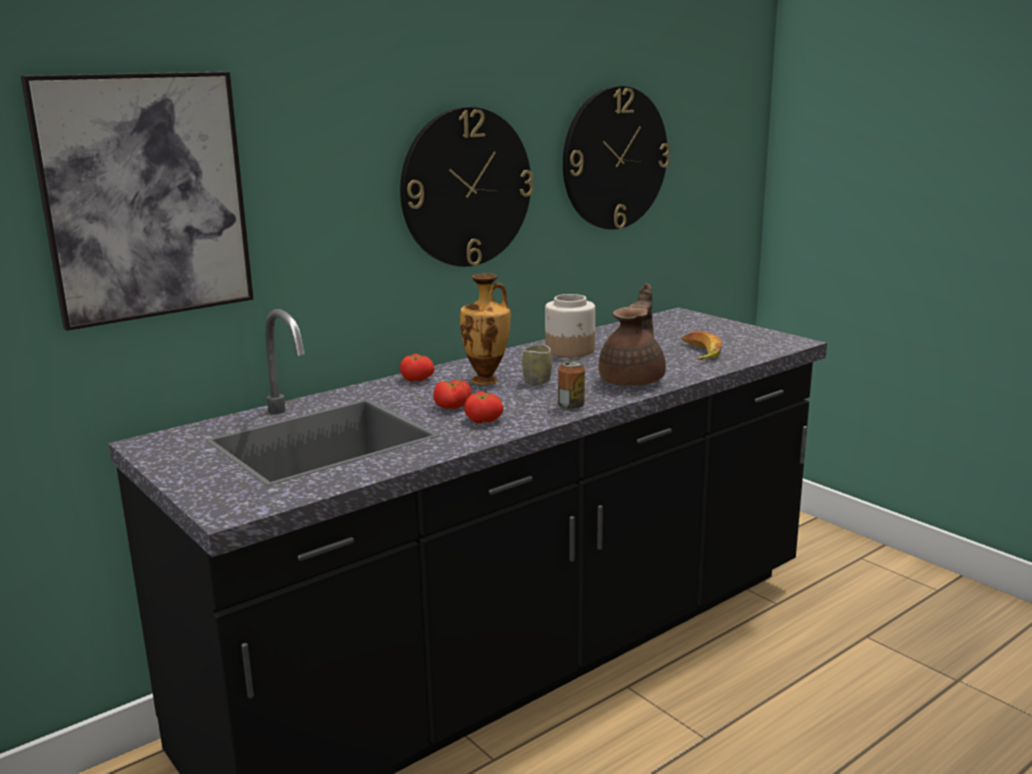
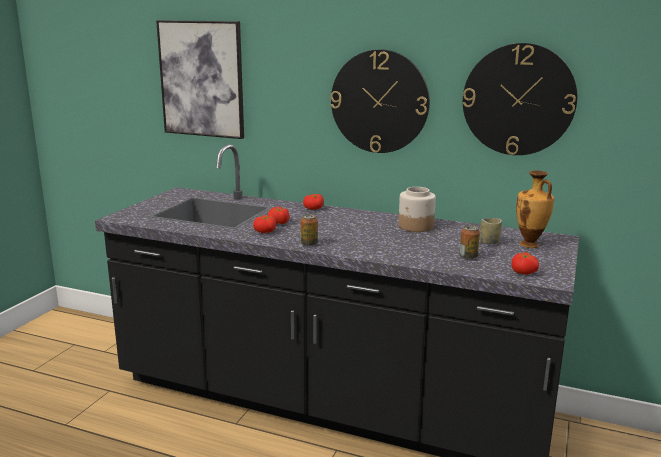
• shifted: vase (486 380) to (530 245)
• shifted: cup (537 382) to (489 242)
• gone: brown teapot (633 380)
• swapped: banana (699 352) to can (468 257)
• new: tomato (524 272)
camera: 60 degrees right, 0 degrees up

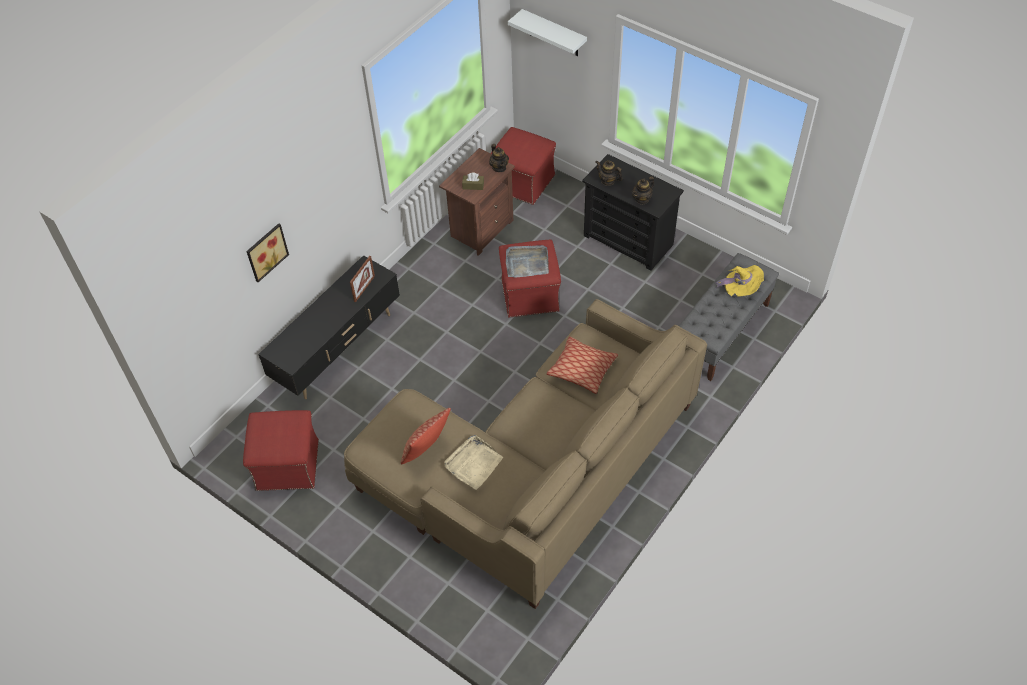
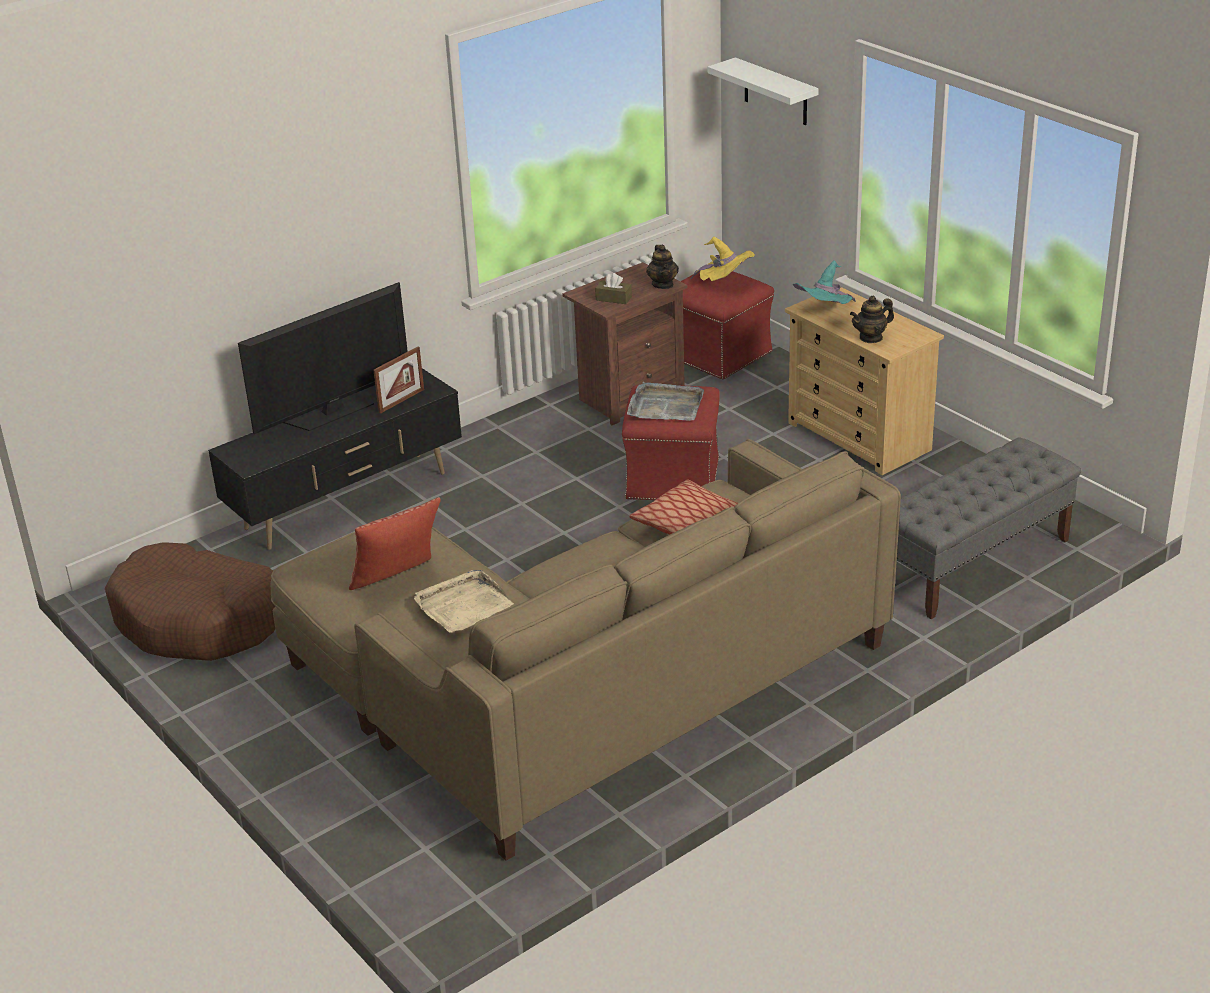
• swapped: red ottoman (286 465) to brown dog bed (201 620)
• gone: picture (265 251)
• repainted: black dresser (628 240) to beige dresser (859 436)
• swapped: teapot (607 181) to turquoise hat (825 313)
• shifted: yellow hat (740 289) to (725 283)
• new: television (333 411)
camera: 15 degrees right, 20 degrees down

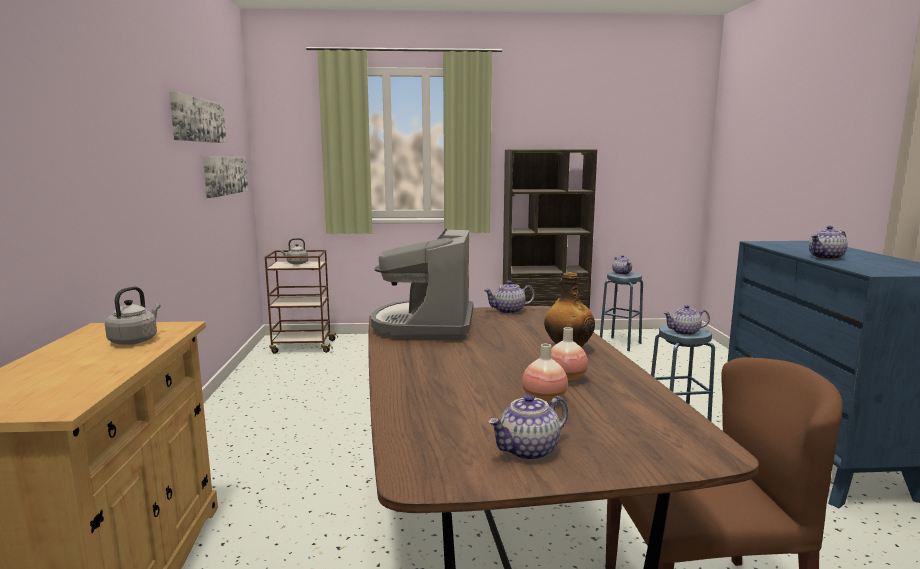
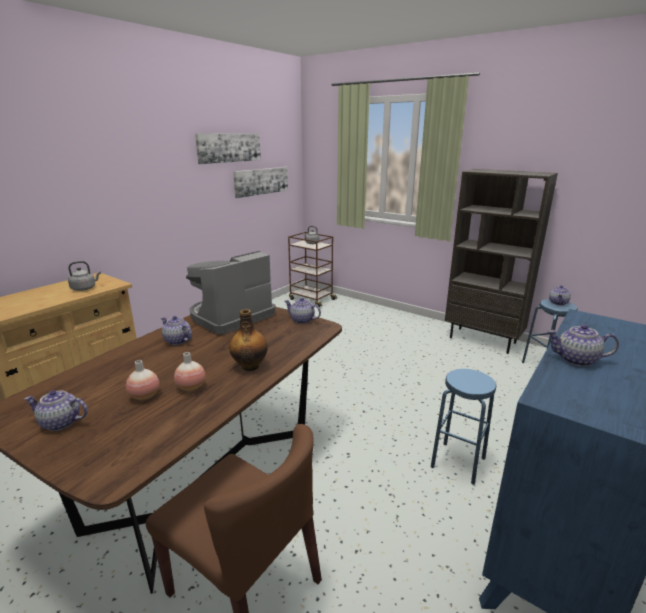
• shifted: teapot (685 332) to (177 341)
camera: 40 degrees right, 10 degrees up

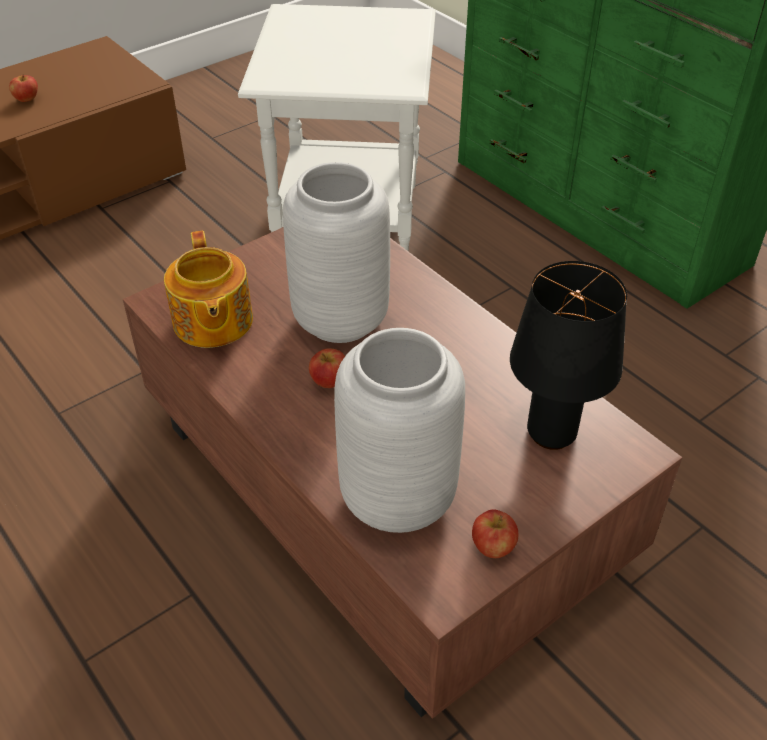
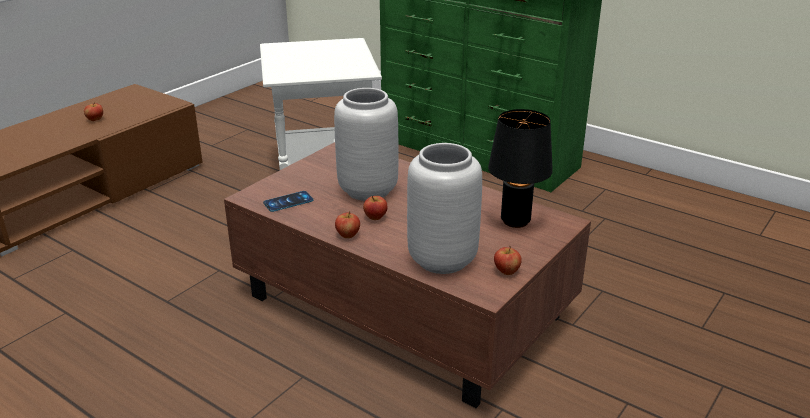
• swapped: teapot (212 322) to phone (288 202)
• new: apple (347 235)
camera: 15 degrees left, 15 degrees down

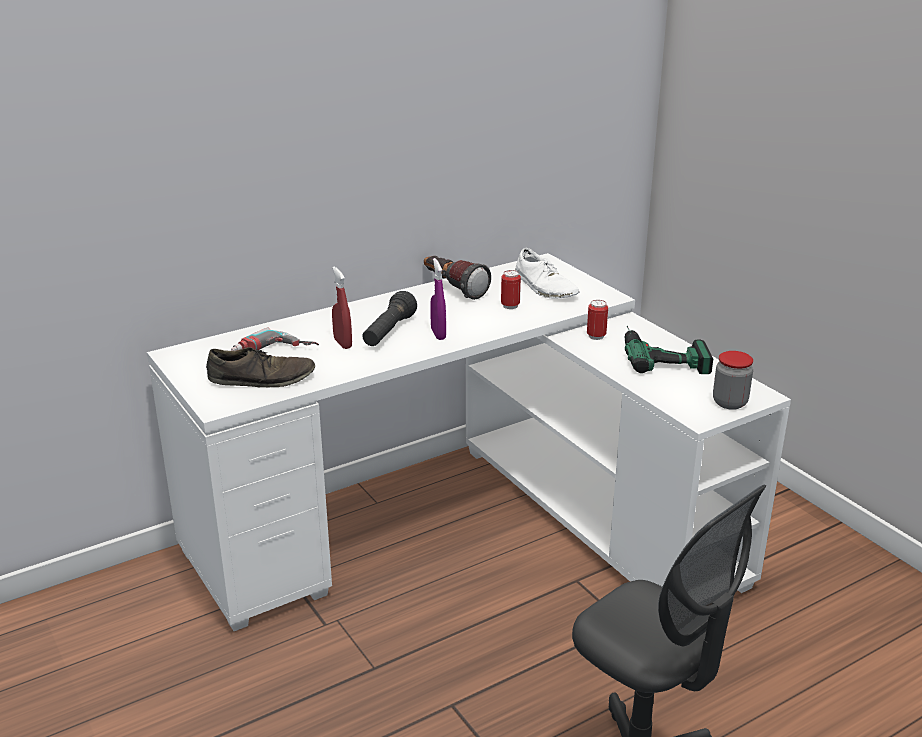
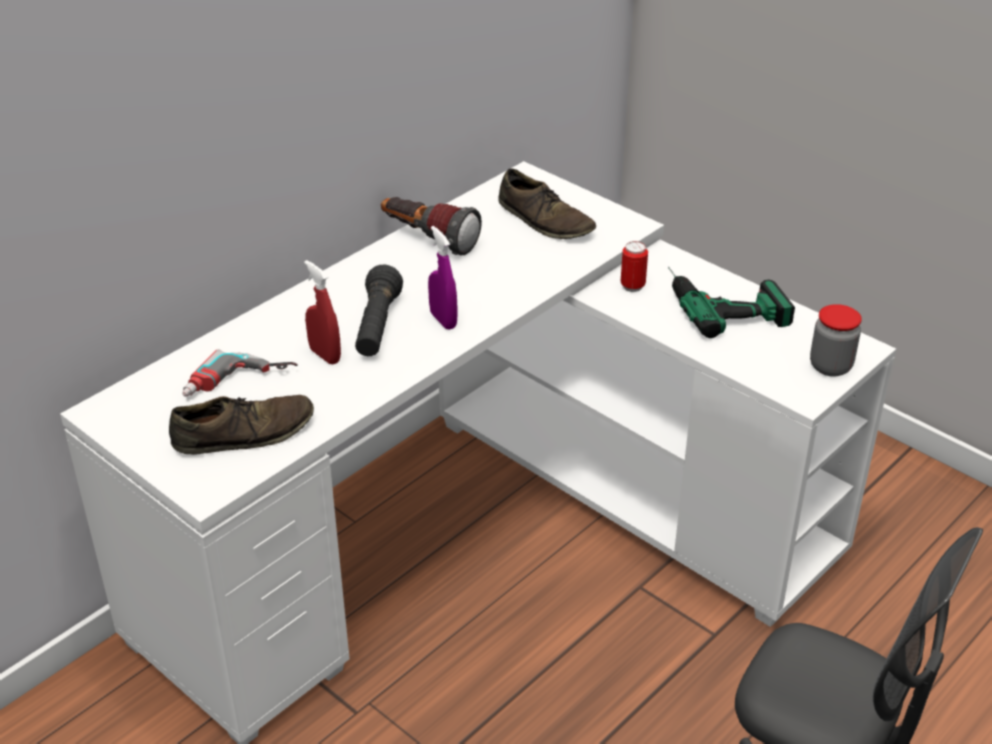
• gone: can (510 306)
• repainted: white shoe (545 287) to brown shoe (545 220)
camera: 15 degrees left, 10 degrees up

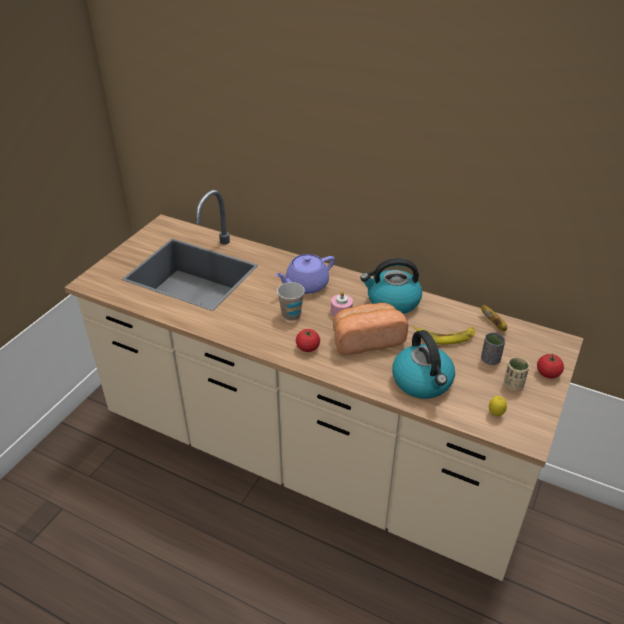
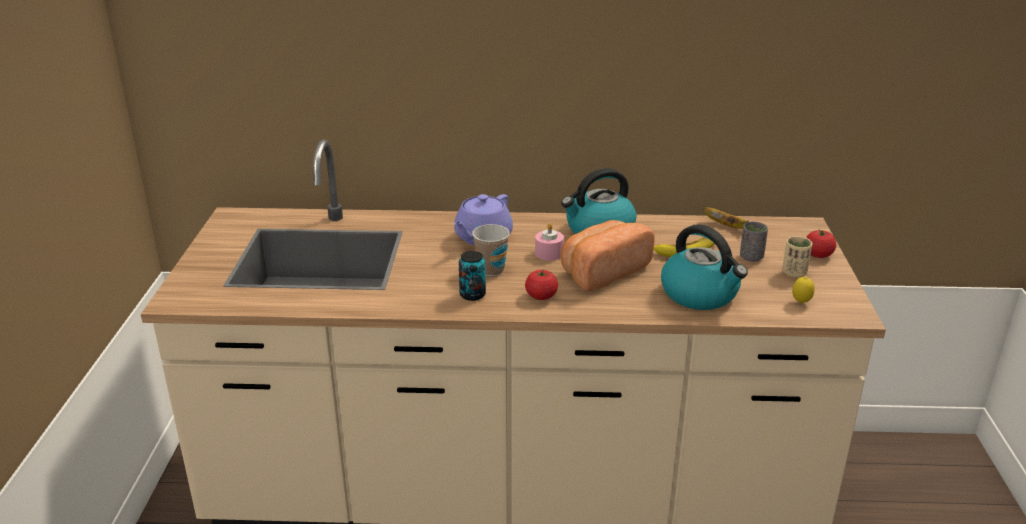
• new: can (472 295)
camera: 25 degrees left, 10 degrees down

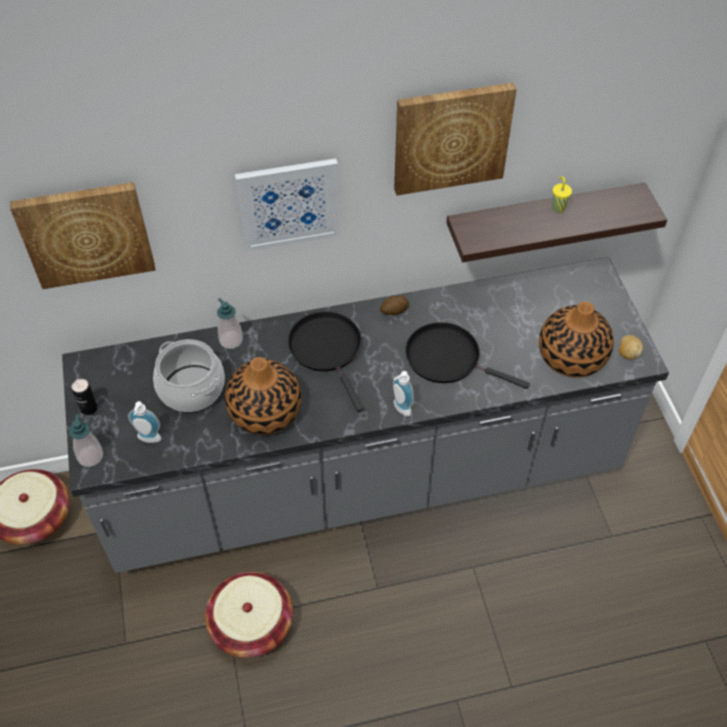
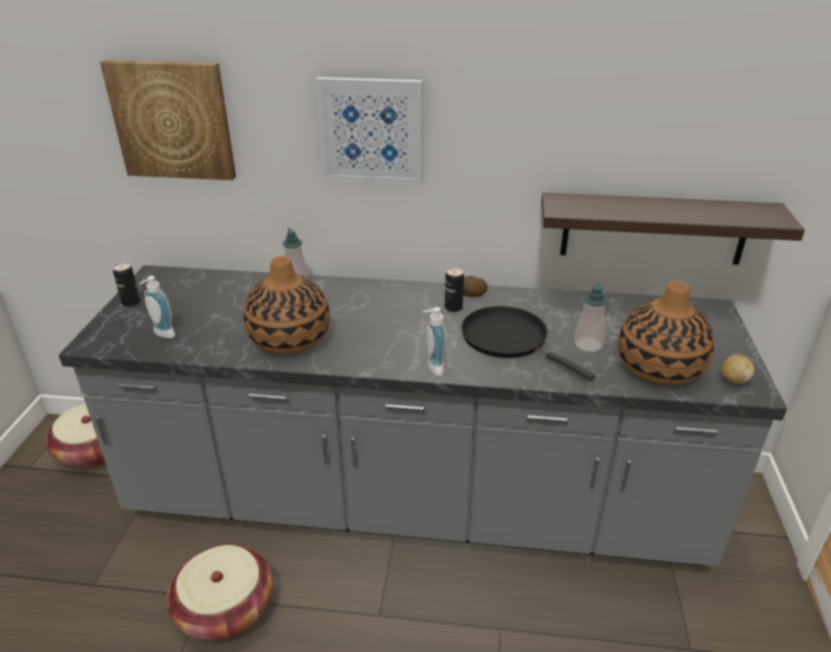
• shifted: soap dispenser (90 456) to (588 345)
• gone: cooking pot (191 388)
• gone: black frying pan (327 349)
• gone: picture (451 137)
• gone: yellow cup (557 208)
• new: can (453 308)
camera: 20 degrees right, 20 degrees down

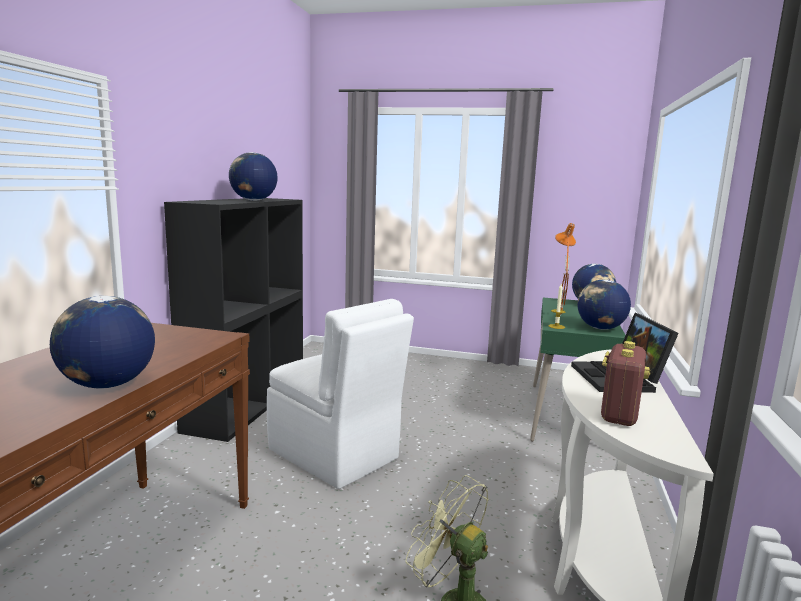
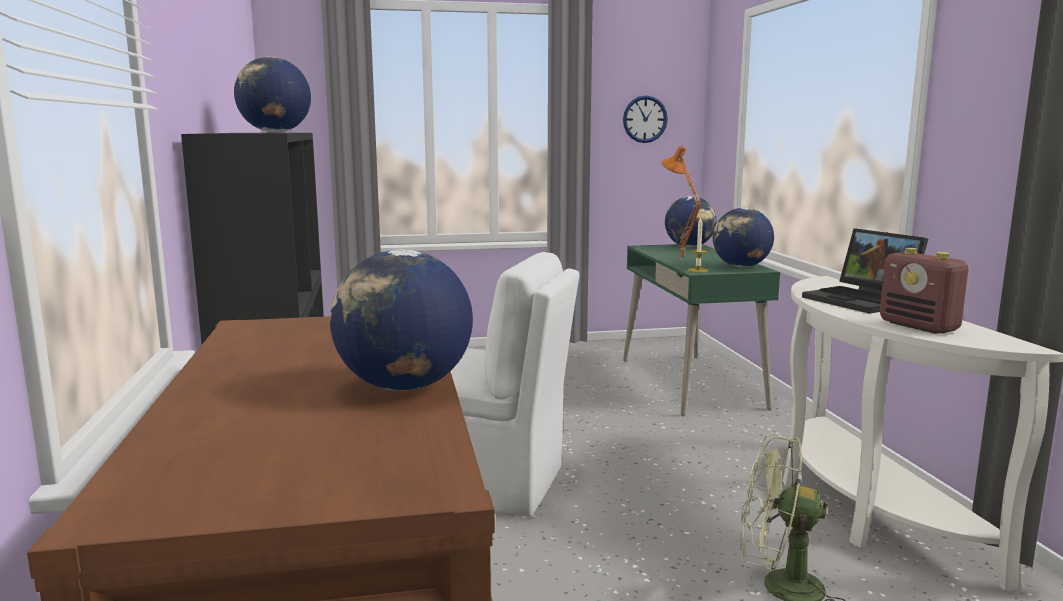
• rotated: radio (619 414) = (919 326) 150 degrees clockwise
• new: wall clock (645 119)
camera: 25 degrees left, 0 degrees up

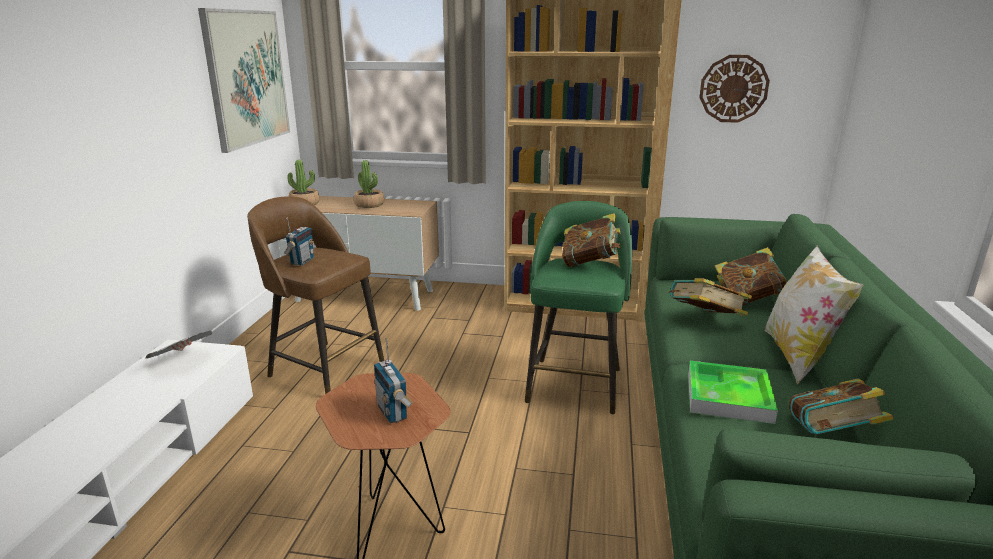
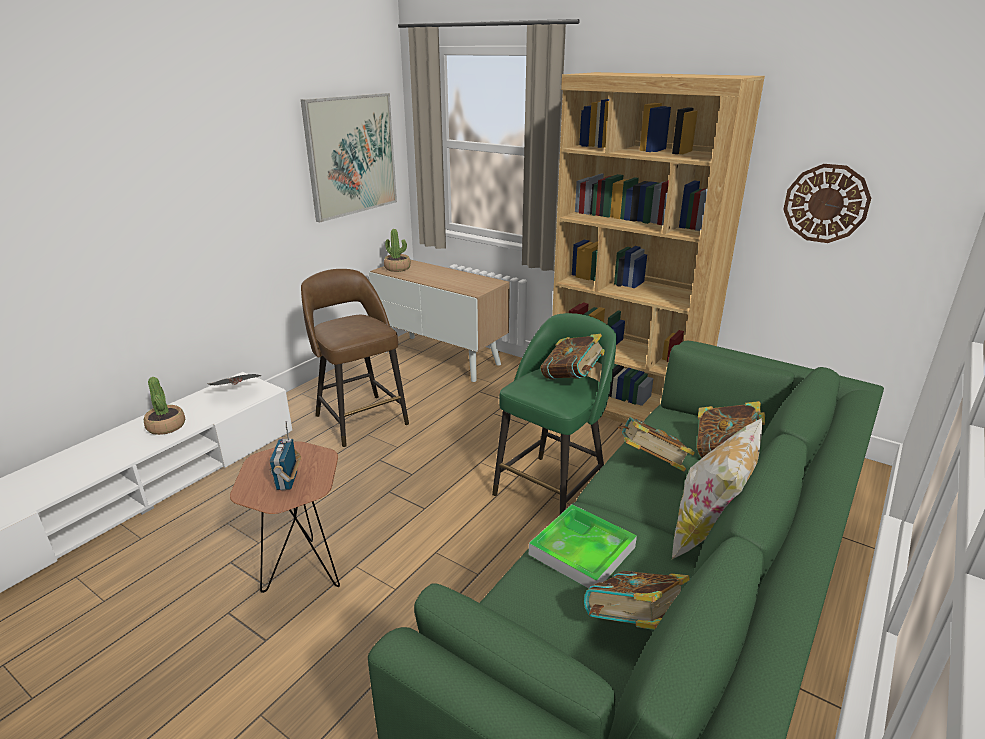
• gone: radio (302 261)
• shifted: potted plant (369 205) to (166 426)
camera: 25 degrees right, 5 degrees up

